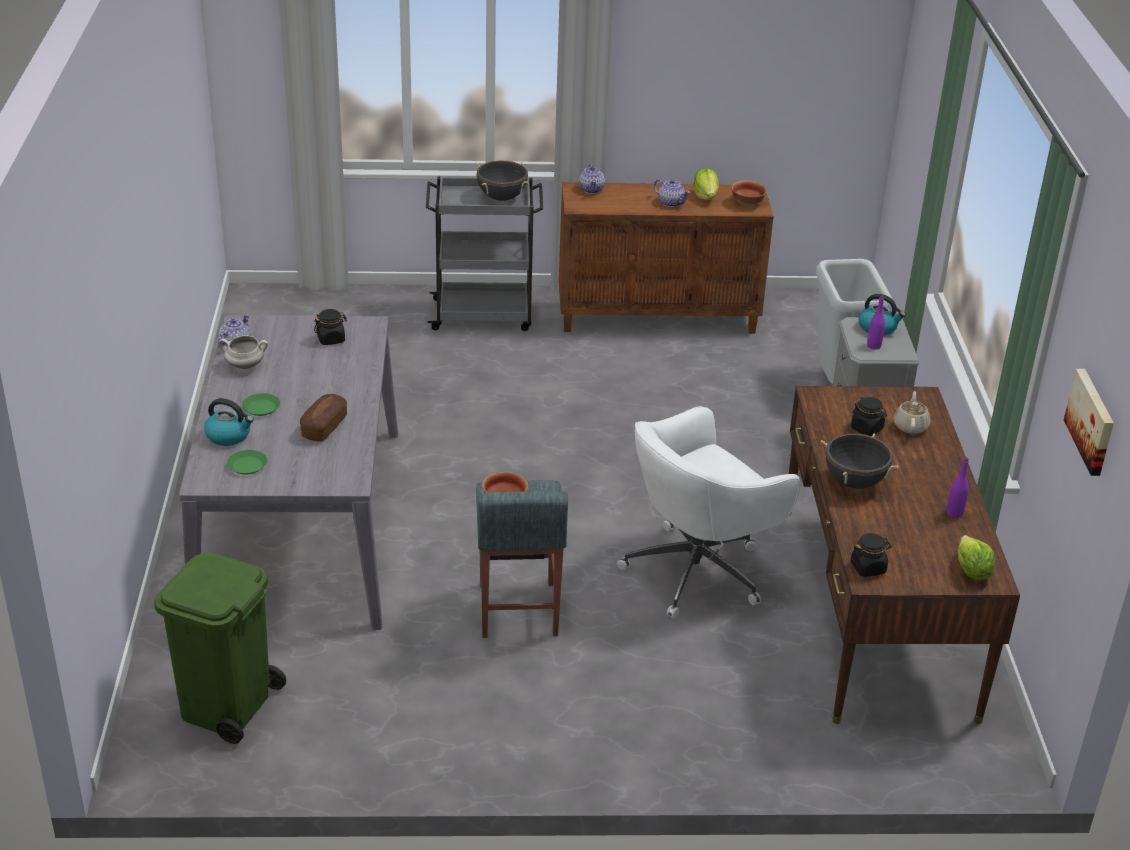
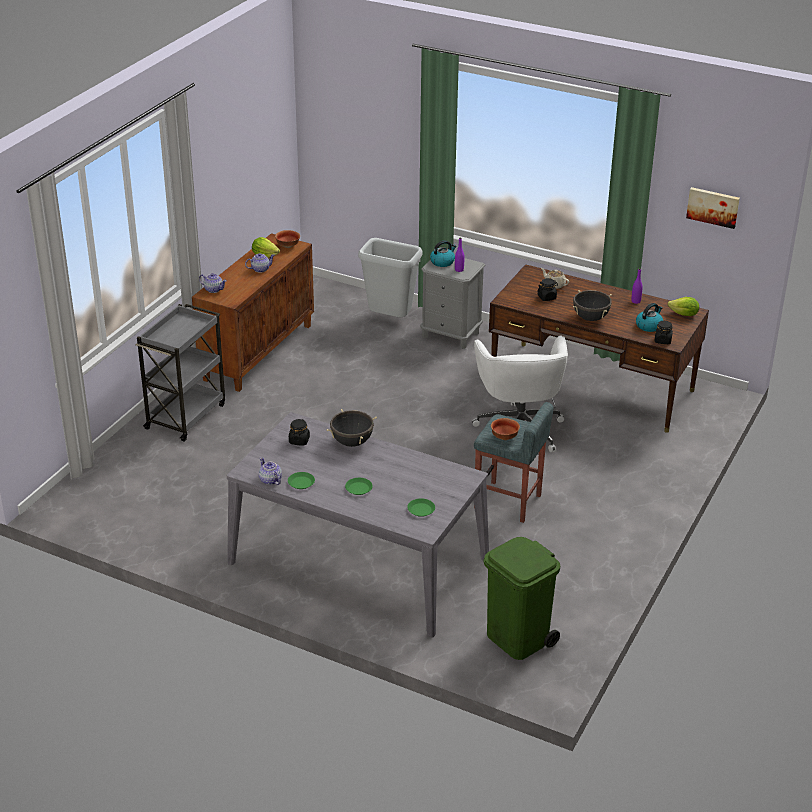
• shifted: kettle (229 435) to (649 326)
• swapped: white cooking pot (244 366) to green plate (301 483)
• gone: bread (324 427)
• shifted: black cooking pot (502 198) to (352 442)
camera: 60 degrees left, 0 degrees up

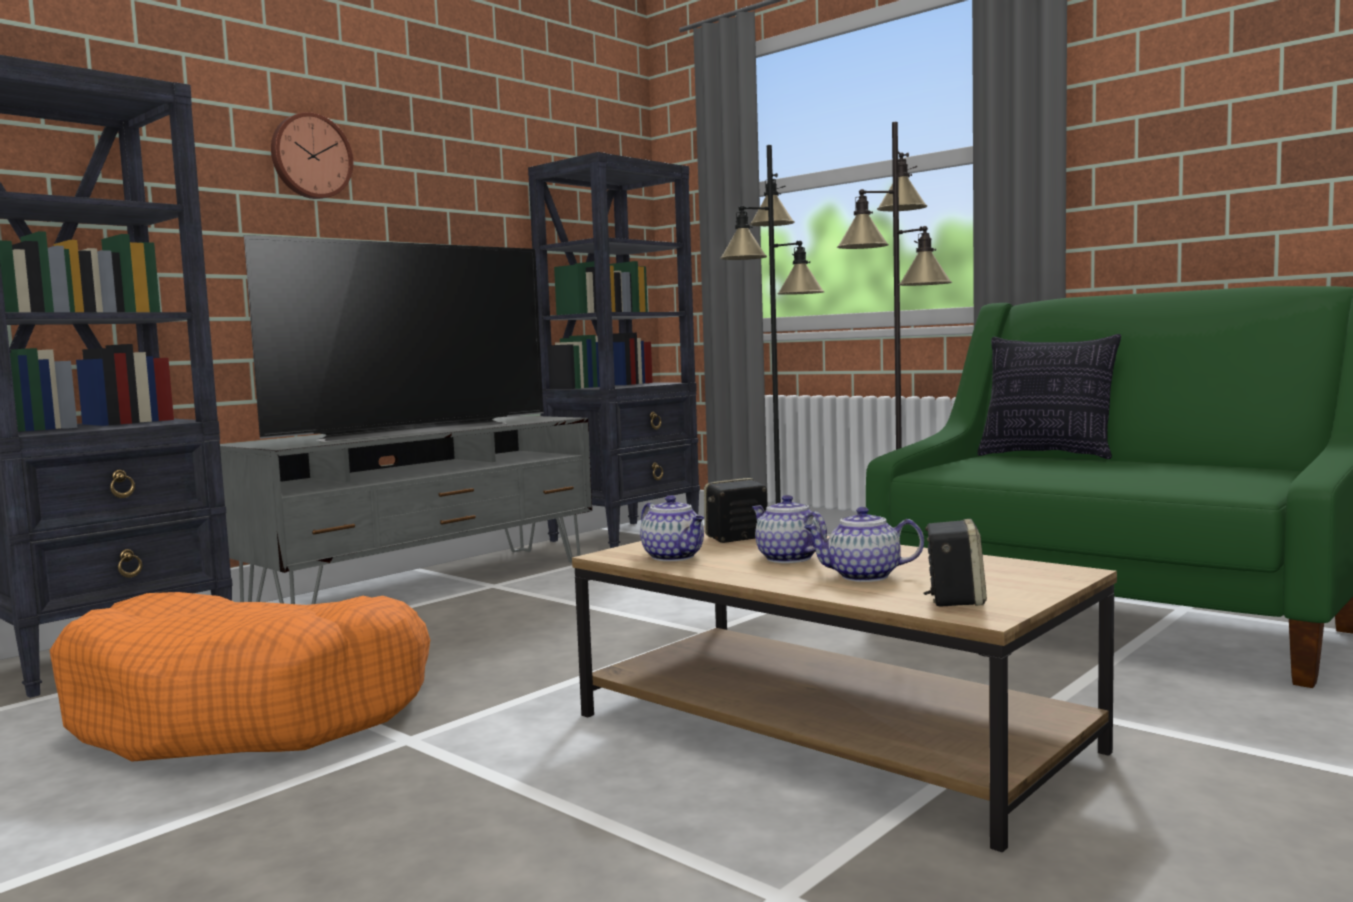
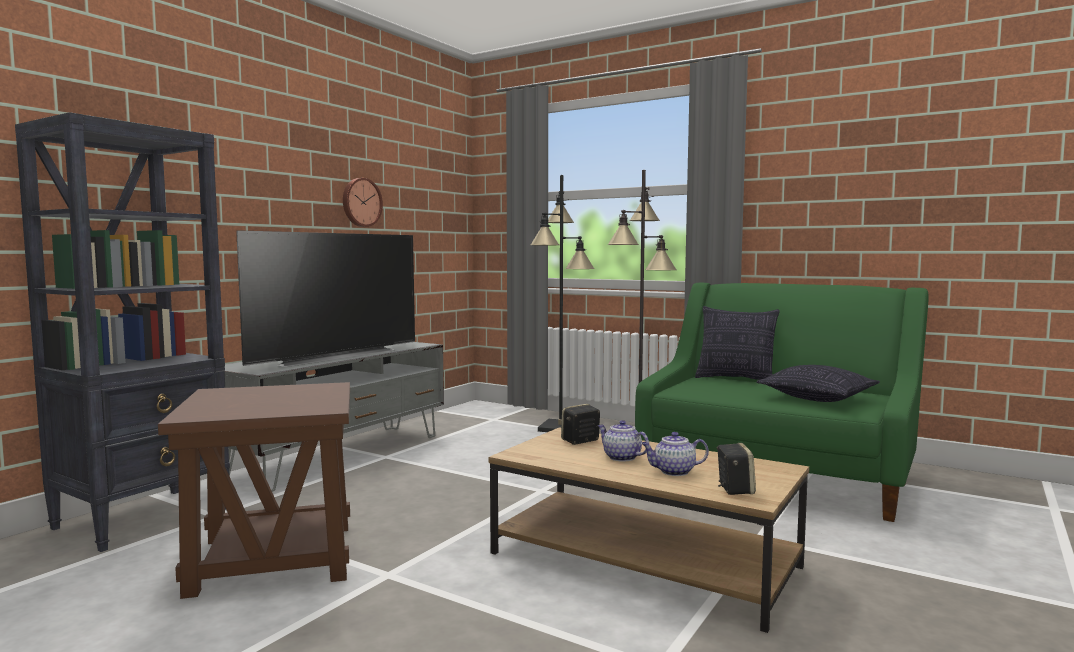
• swapped: orange dog bed (253 713) to brown side table (272 559)
• shifted: wall clock (310 156) to (361 202)
• gone: black bookcase (626 536)
• gone: teapot (674 557)
• new: pillow (818 398)
camera: 10 degrees left, 0 degrees up

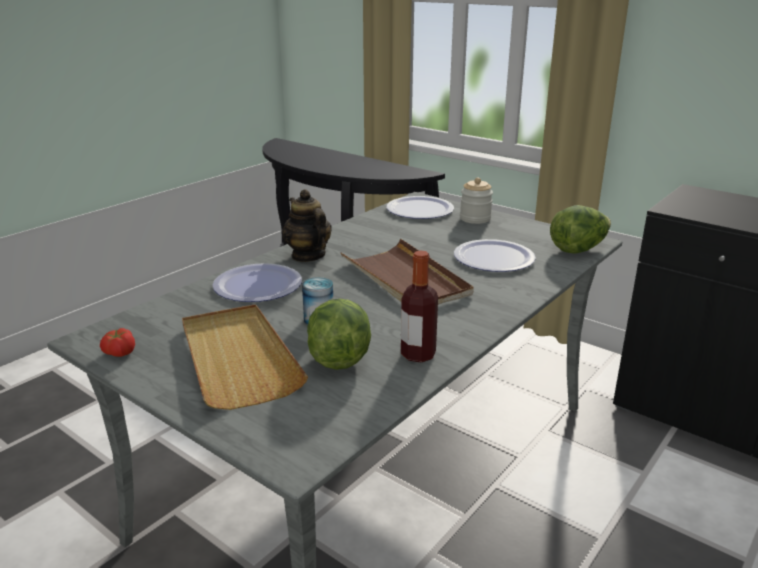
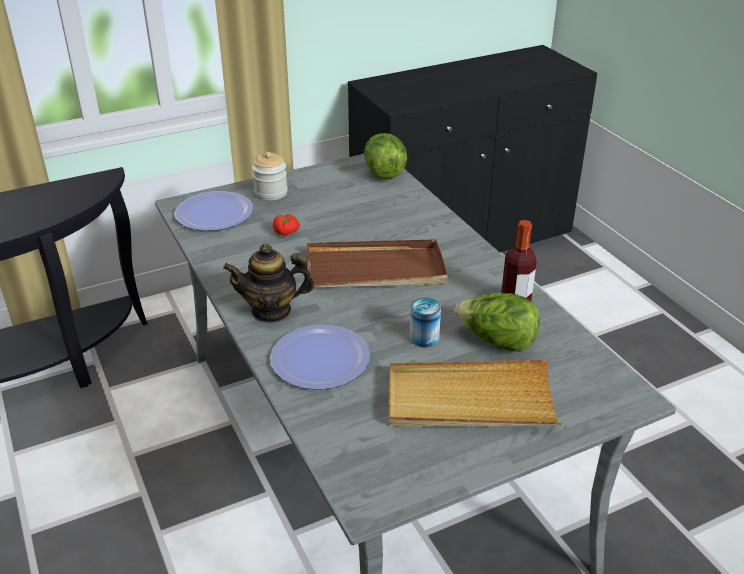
• shifted: tomato (119 353) to (285 232)
• gone: plate (494 258)
camera: 65 degrees left, 10 degrees up

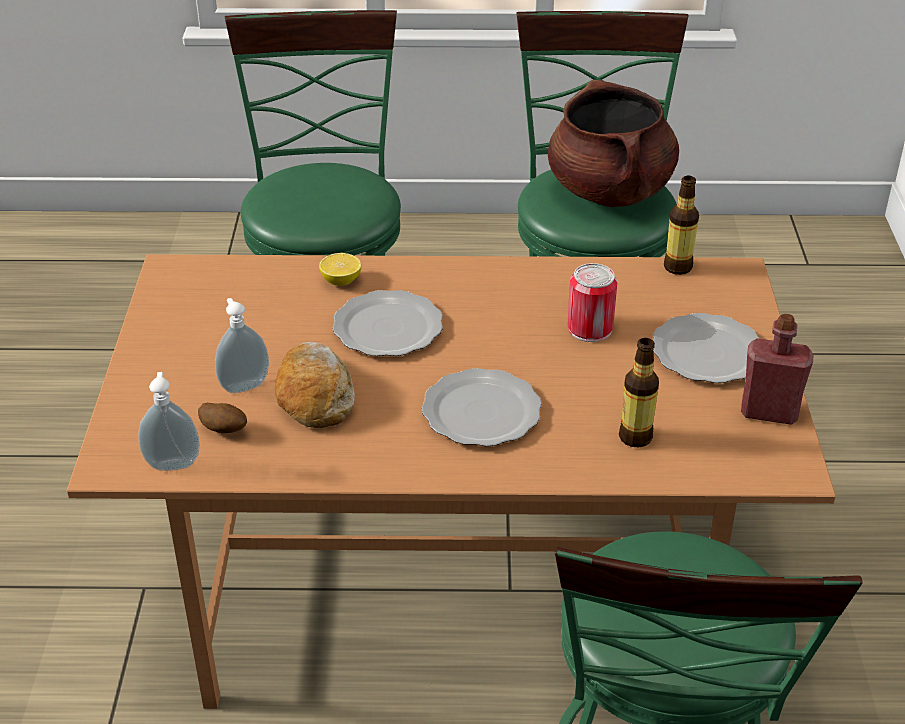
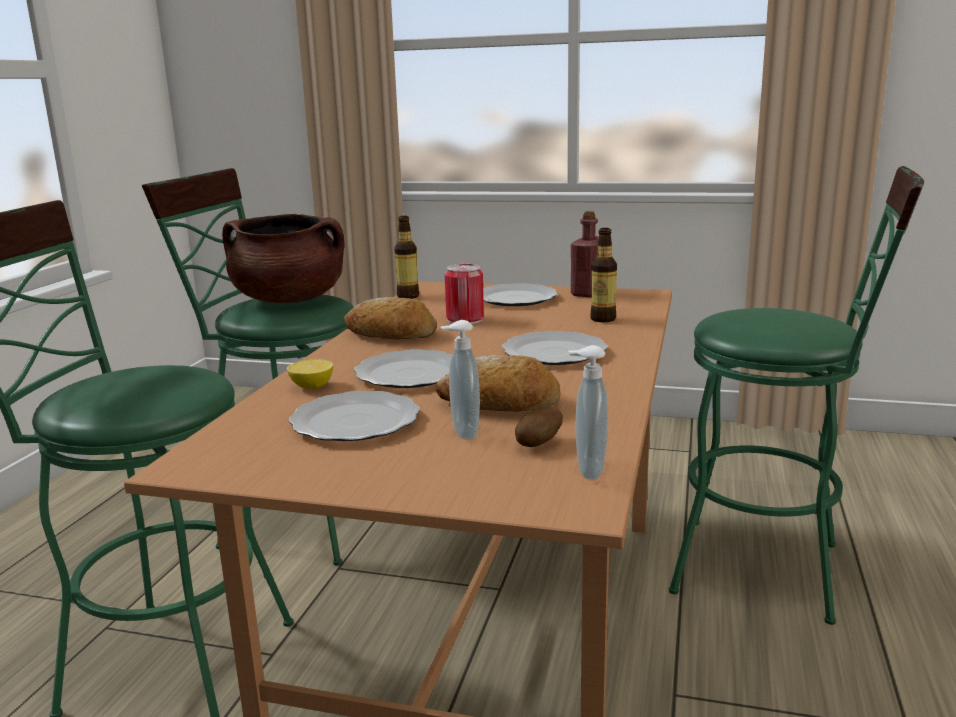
• new: plate (356 422)
• new: bread (391 335)
camera: 75 degrees left, 20 degrees down

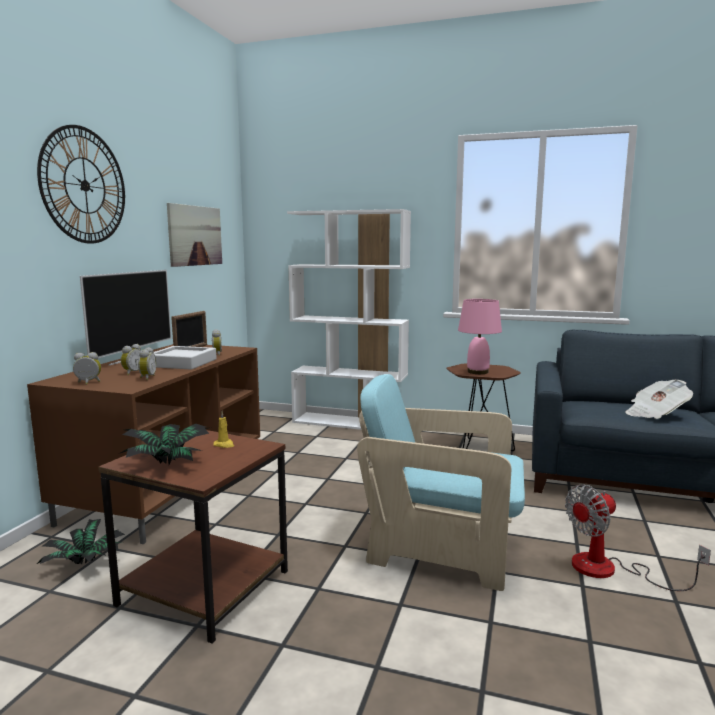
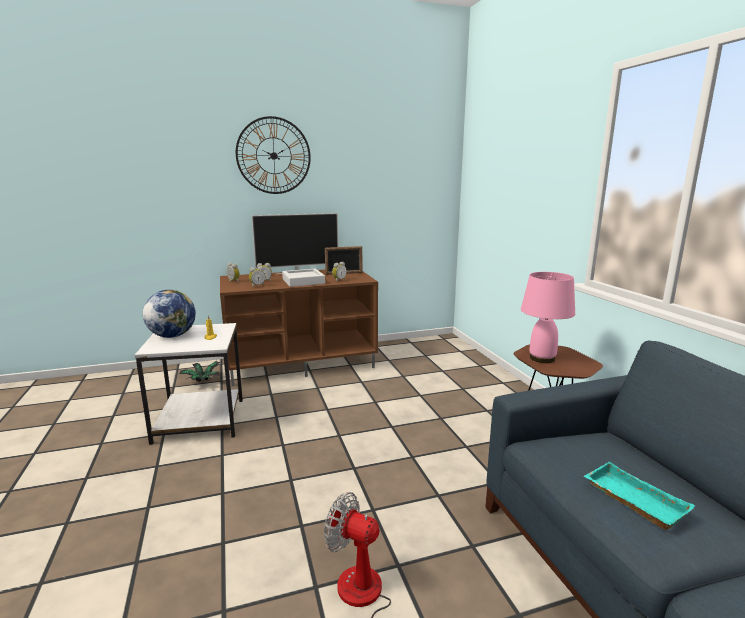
• repainted: brown side table (204 586) to white side table (201 420)
• swapped: potted plant (169 462) to globe (172 336)
• gone: picture (195 235)
• gone: white bookcase (350 423)
• gone: turquoise armchair (441 548)
• swapped: newspaper (655 414) to turquoise tray (632 500)
camera: 55 degrees right, 5 degrees up

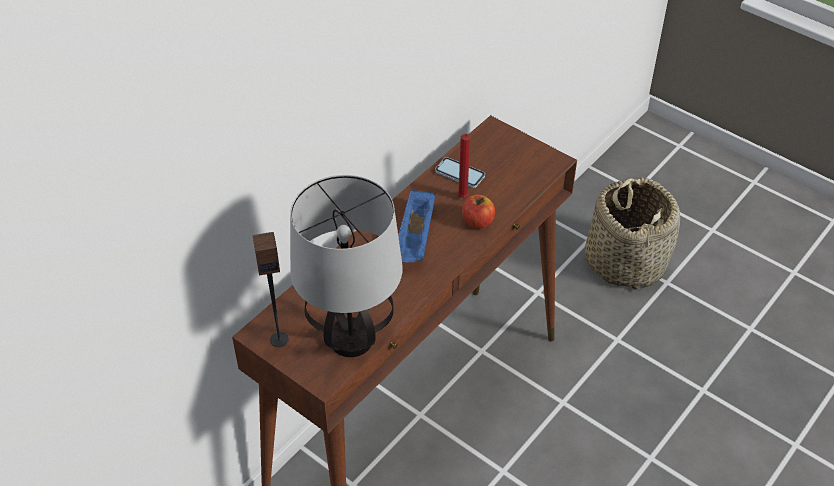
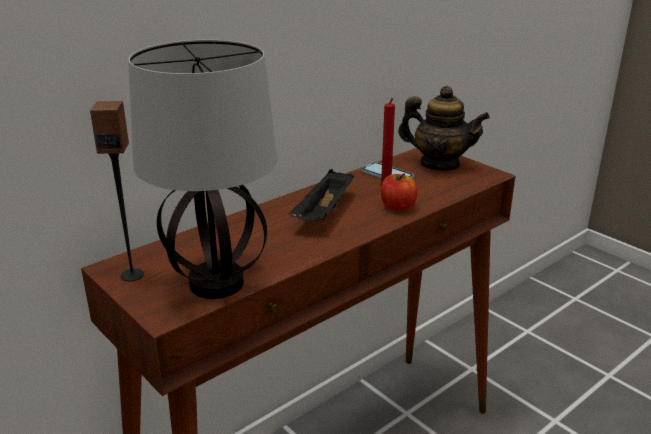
• repainted: blue tray (415 238) to black tray (324 213)
• gone: basket (625 261)
• new: teapot (440 164)
camera: 10 degrees right, 20 degrees down

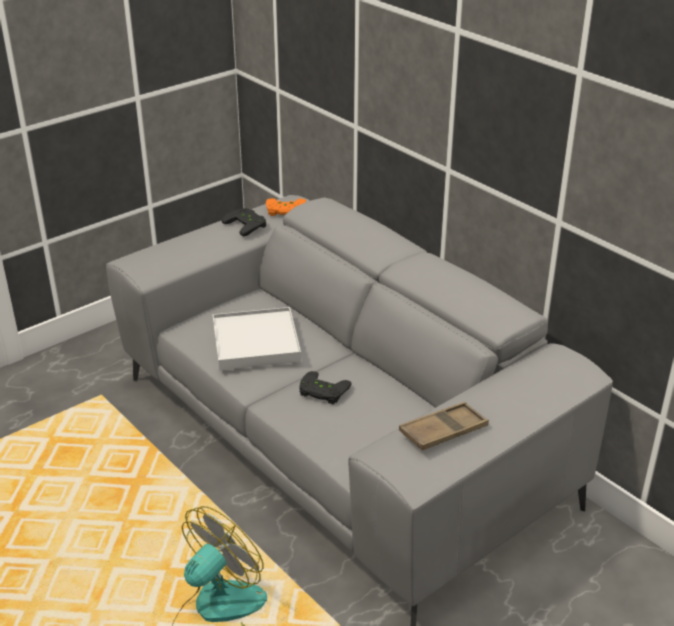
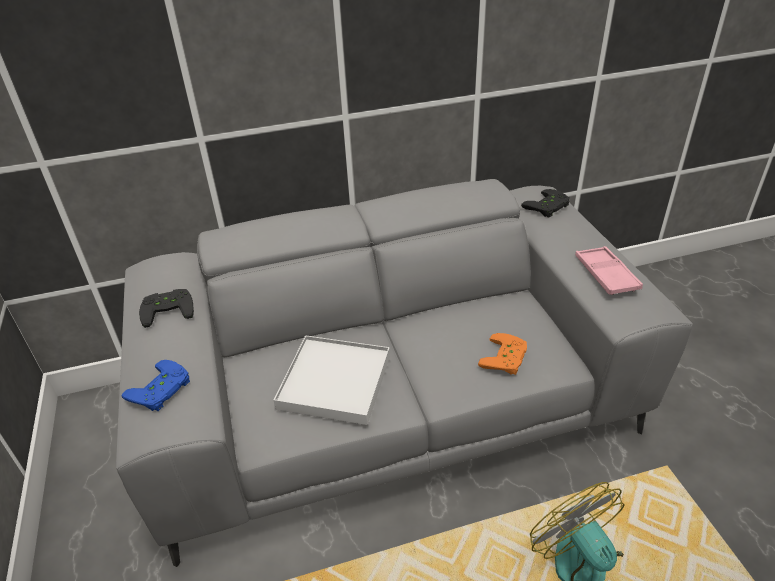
• shifted: orange game controller (285 211) to (507 358)
• shifted: black game controller (322 392) to (548 207)
• repainted: brown tray (443 431) to pink tray (606 275)
• new: blue game controller (162 391)
camera: 65 degrees left, 5 degrees up

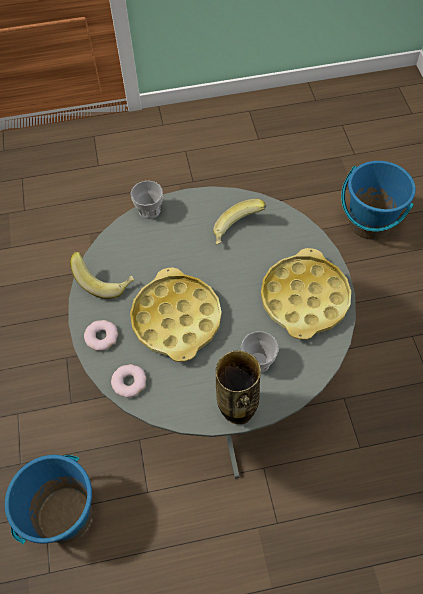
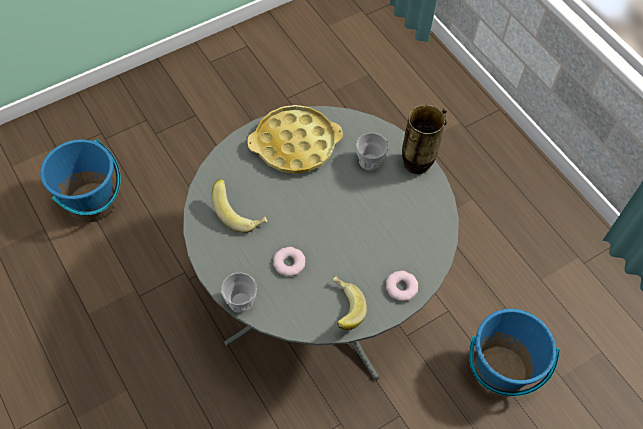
• shifted: donut (129 382) to (289 263)
• gone: yellow tray (176 319)
camera: 115 degrees left, 0 degrees up

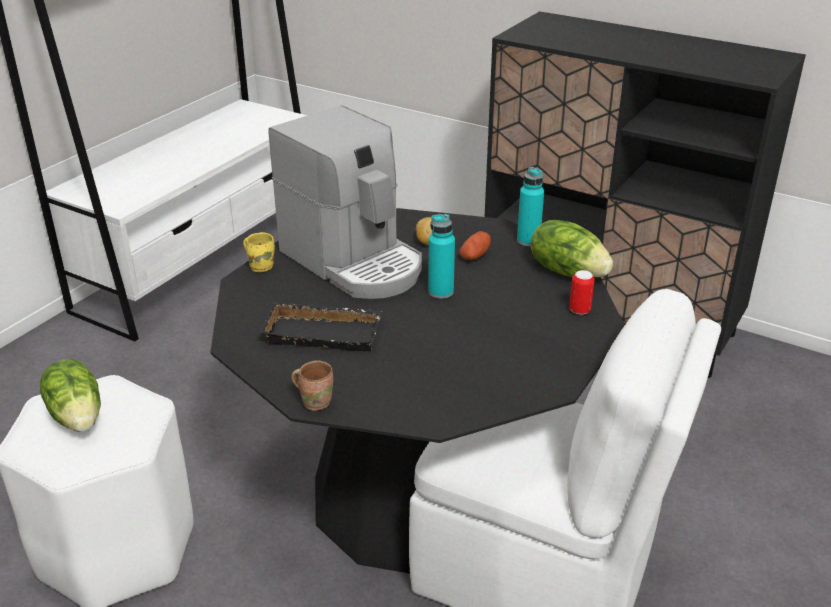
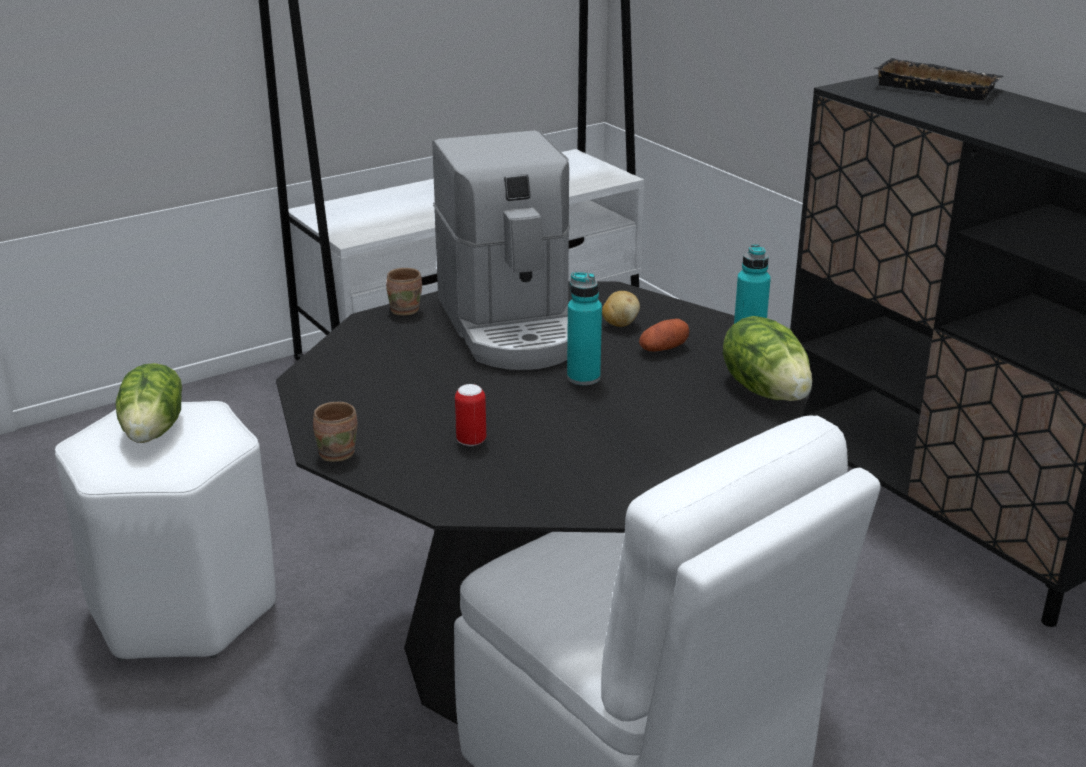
• repainted: yellow mug (261 266) to brown mug (405 309)
• shifted: black tray (324 332) to (938 87)
• shifted: can (579 310) to (471 441)
camera: 25 degrees right, 5 degrees down

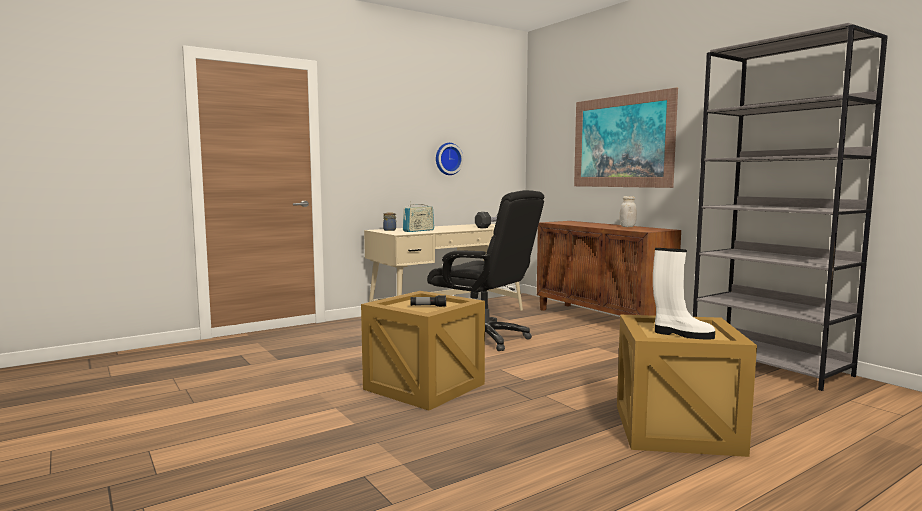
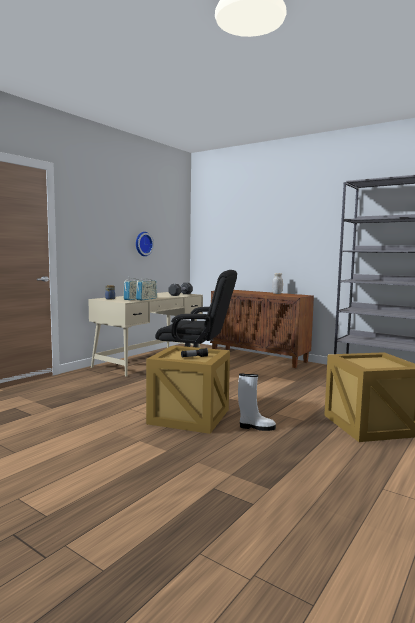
• gone: picture (621 141)
• shifted: white boot (681 334) to (256 427)
• new: radio (146 299)
camera: 20 degrees left, 0 degrees up

